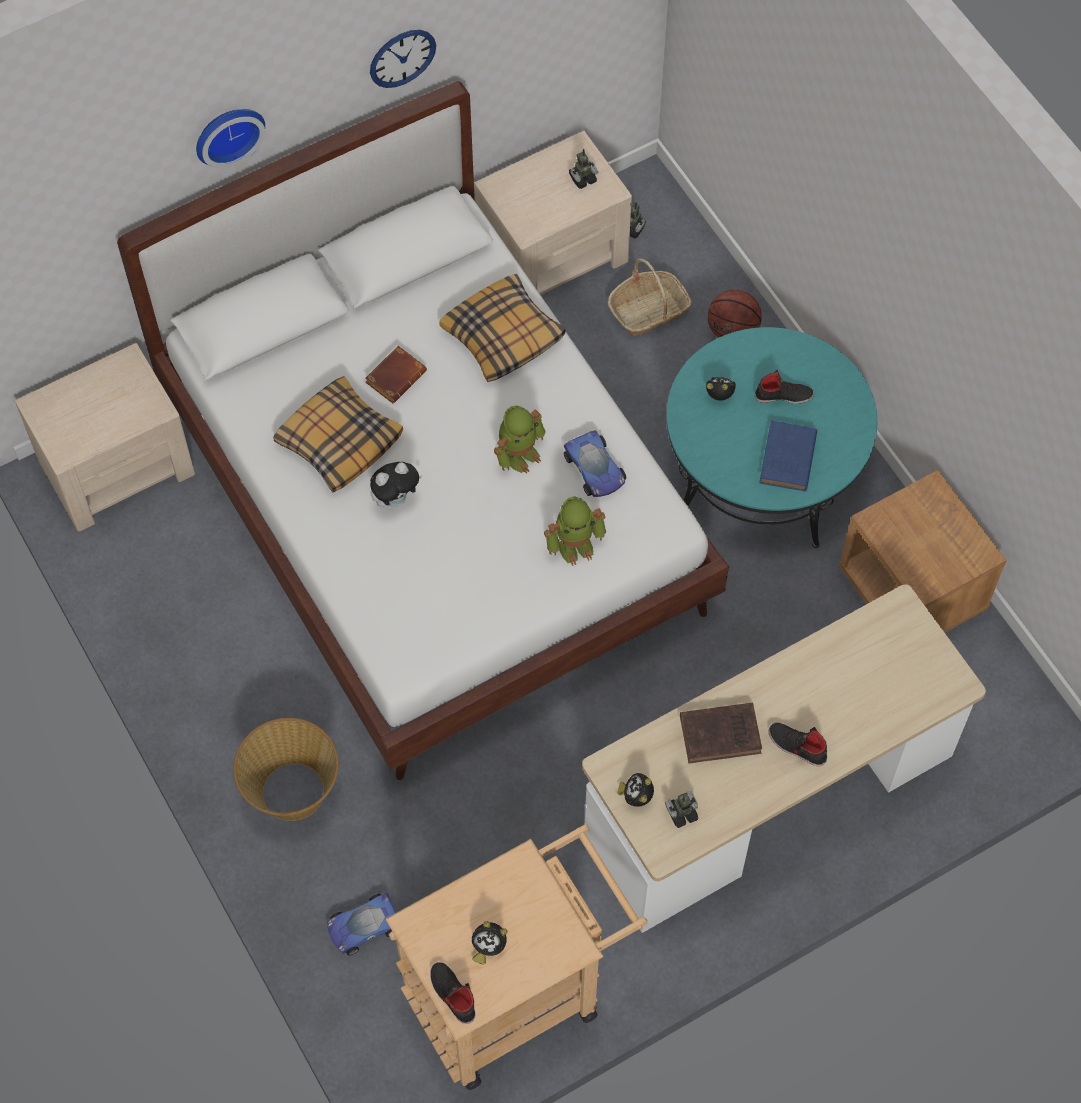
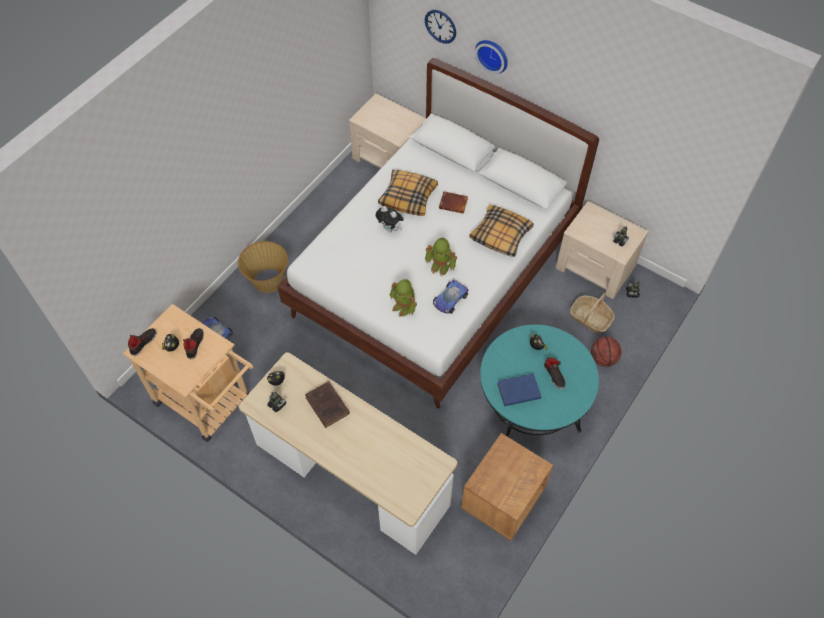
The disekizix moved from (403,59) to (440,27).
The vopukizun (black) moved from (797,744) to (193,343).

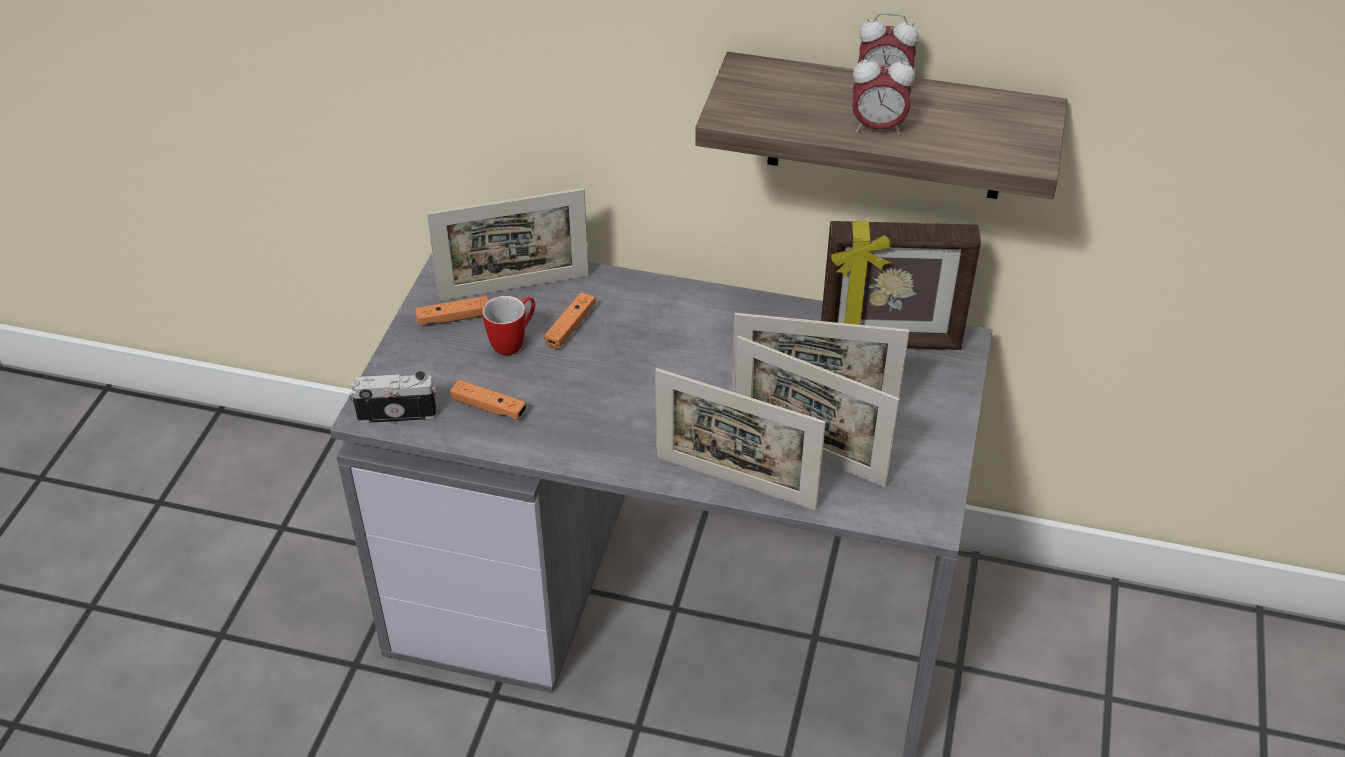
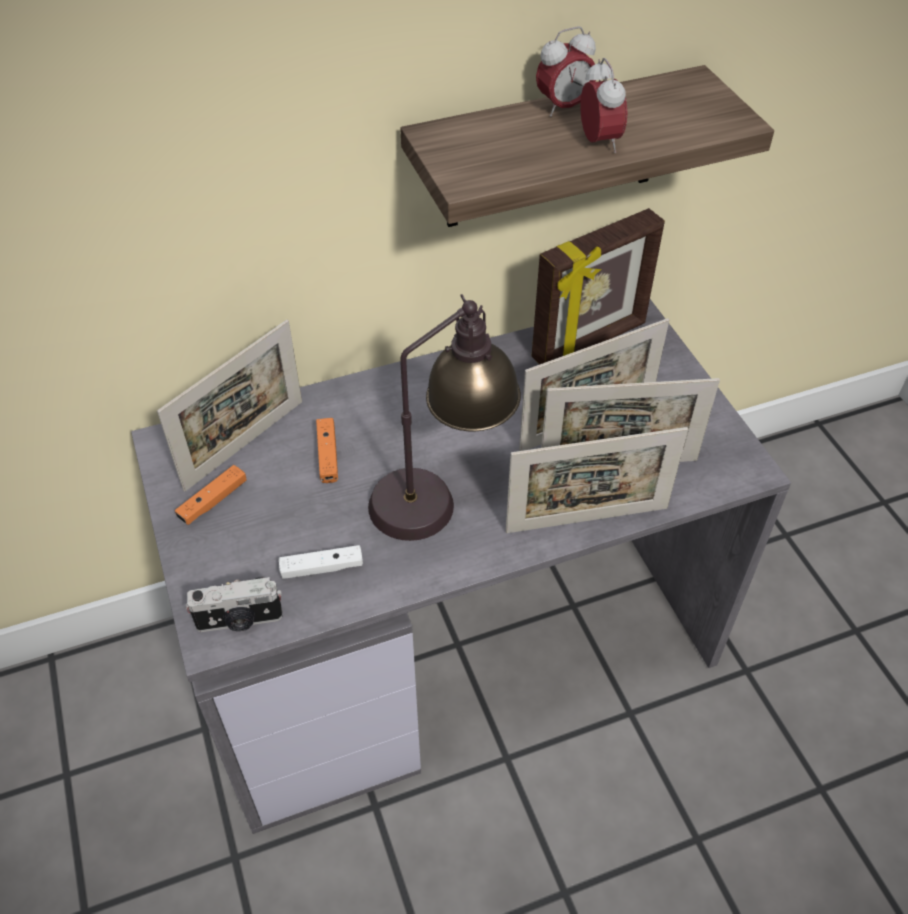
The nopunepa at (508,325) disappeared.
The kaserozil at (444,417) appeared.
The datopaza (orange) at (488,400) became the datopaza (white) at (321,562).
The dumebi at (392,397) turned 150 degrees counterclockwise.
The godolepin at (883,94) turned 75 degrees counterclockwise.

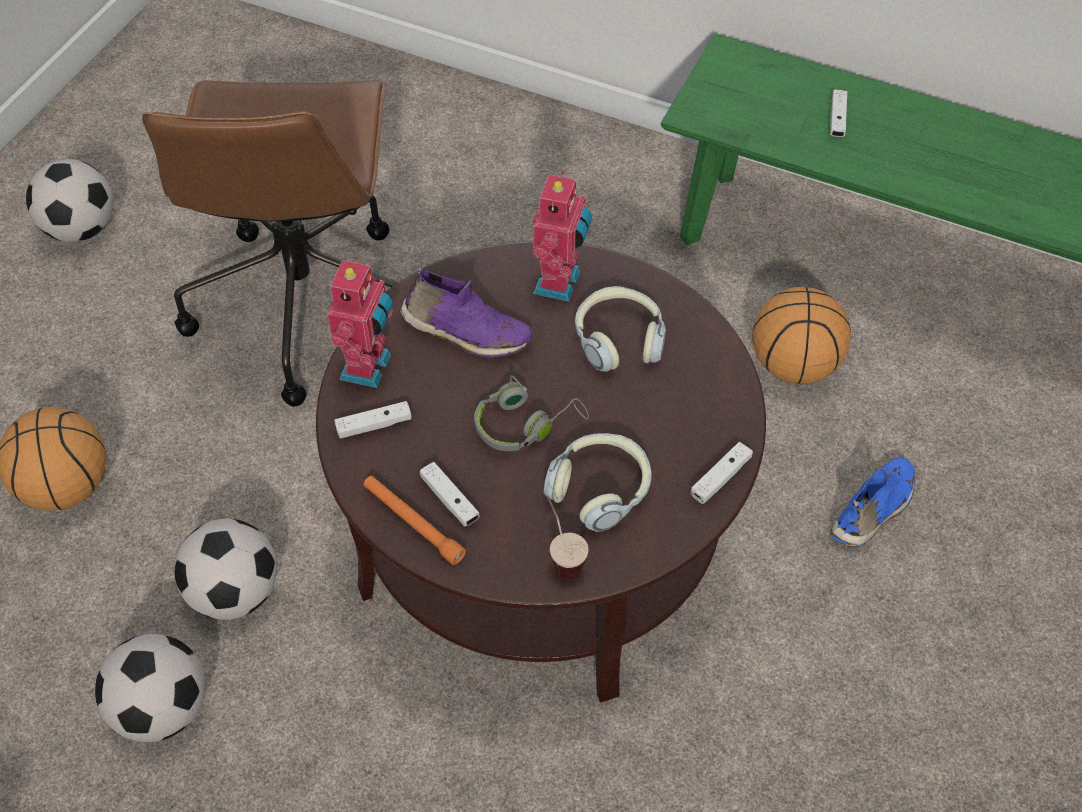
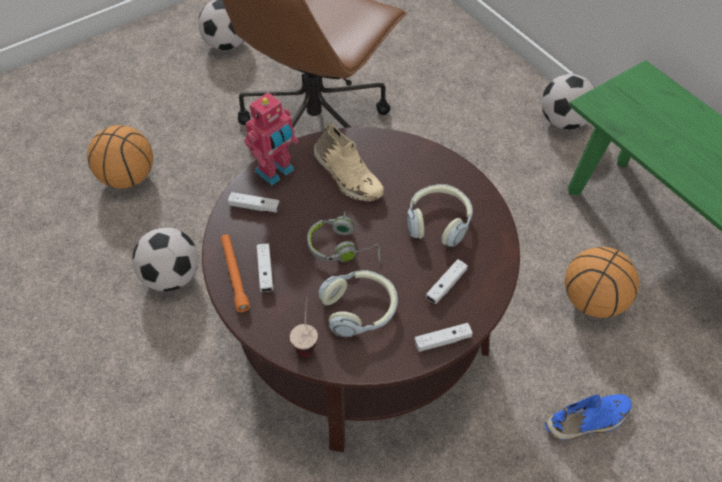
The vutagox at (562,236) disappeared.
The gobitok moved from (150,688) to (568,102).
The datopaza (white) moved from (838,113) to (447,281).
The vopukizun (purple) at (466,313) became the vopukizun (beige) at (348,161).

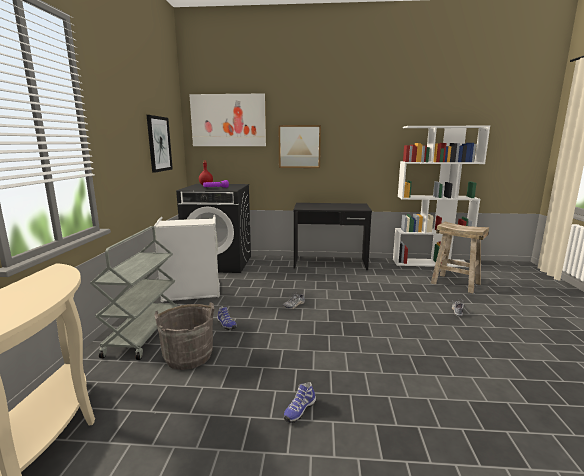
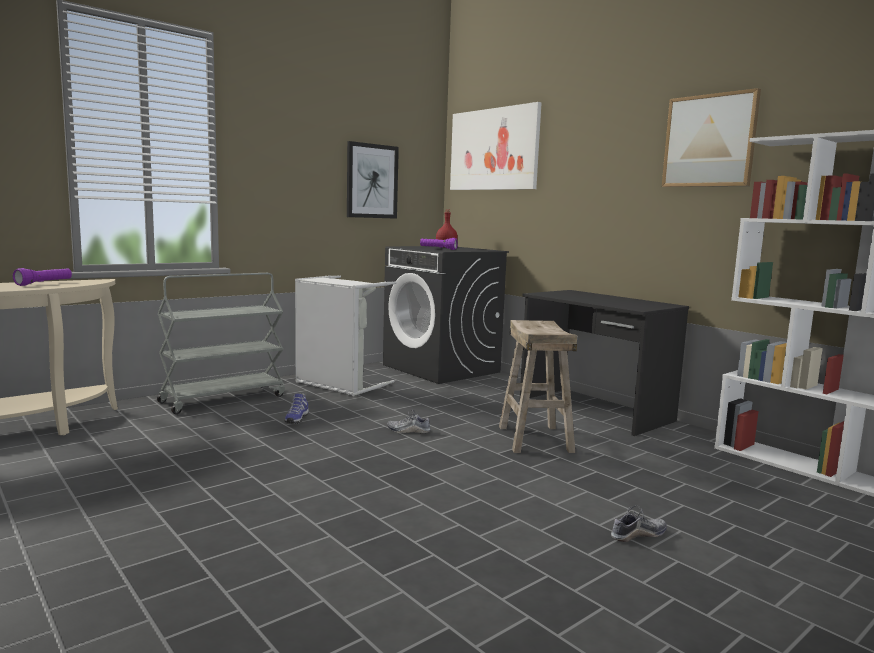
The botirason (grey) at (184,336) disappeared.
The vopukizun at (300,402) disappeared.
The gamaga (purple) at (42,277) appeared.
The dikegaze moved from (300,146) to (711,137).
The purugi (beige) moved from (460,257) to (538,386).

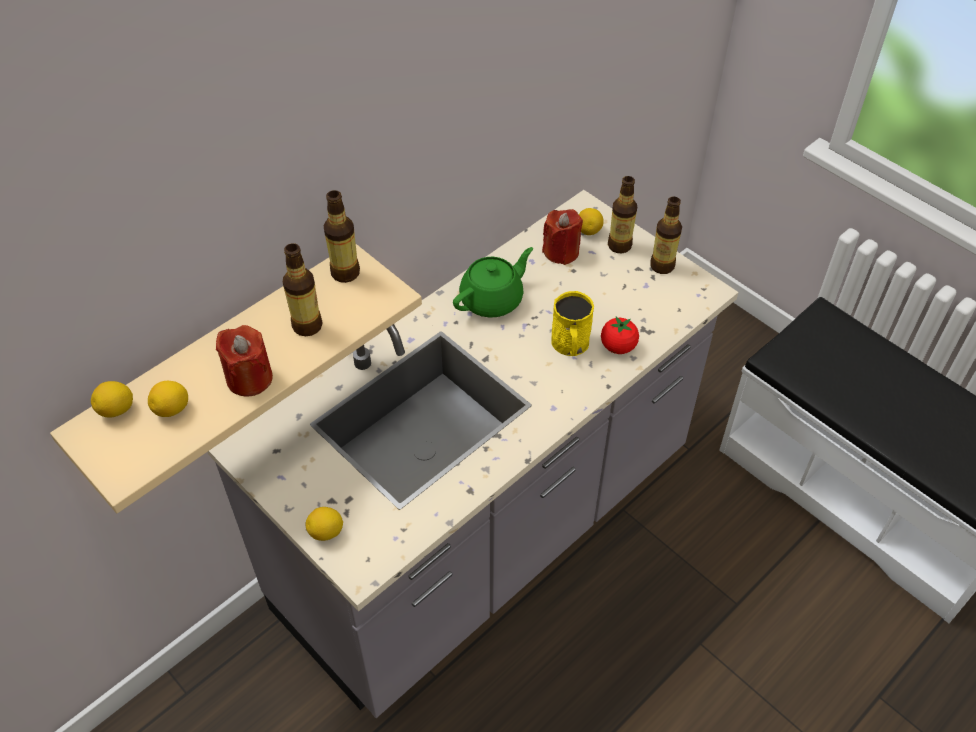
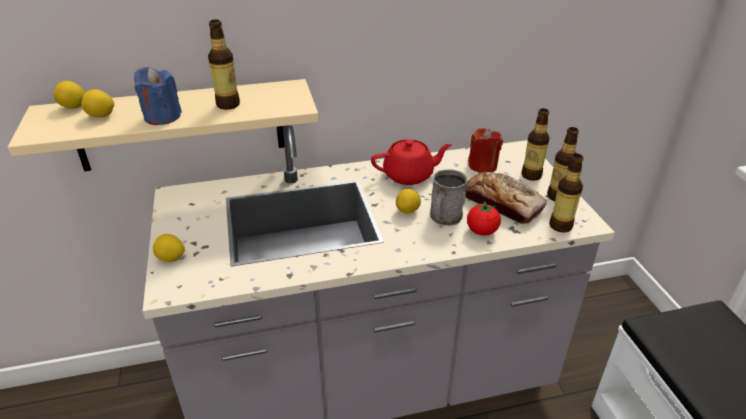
The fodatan at (506,198) appeared.
The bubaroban moved from (342,236) to (566,193).
The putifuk moved from (591,221) to (408,201).
The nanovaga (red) at (244,360) became the nanovaga (blue) at (158,96).
The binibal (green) at (493,282) became the binibal (red) at (411,162).
The nopunepa (yellow) at (572,323) became the nopunepa (grey) at (449,197).

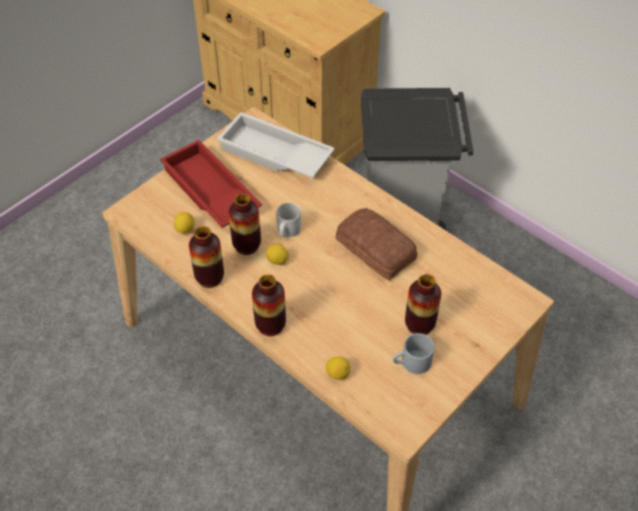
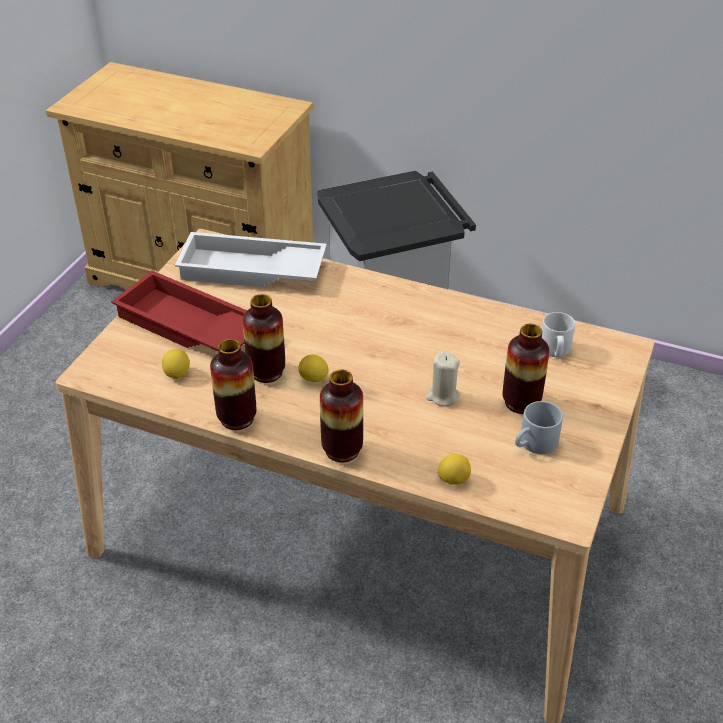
The fodatan at (376,244) disappeared.
The nanovaga (beige) at (443,379) appeared.
The nopunepa (grey) moved from (288,220) to (558,334).

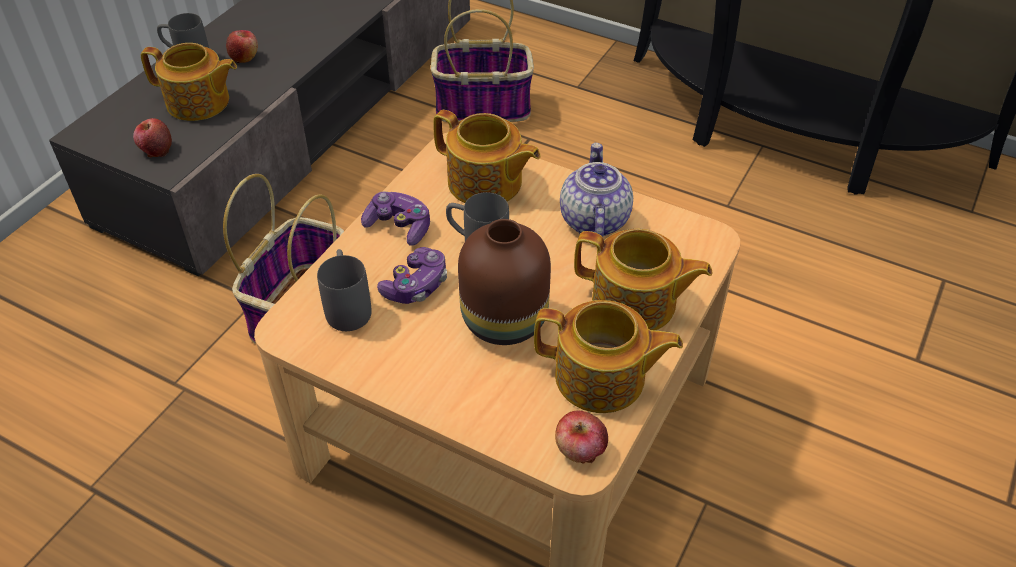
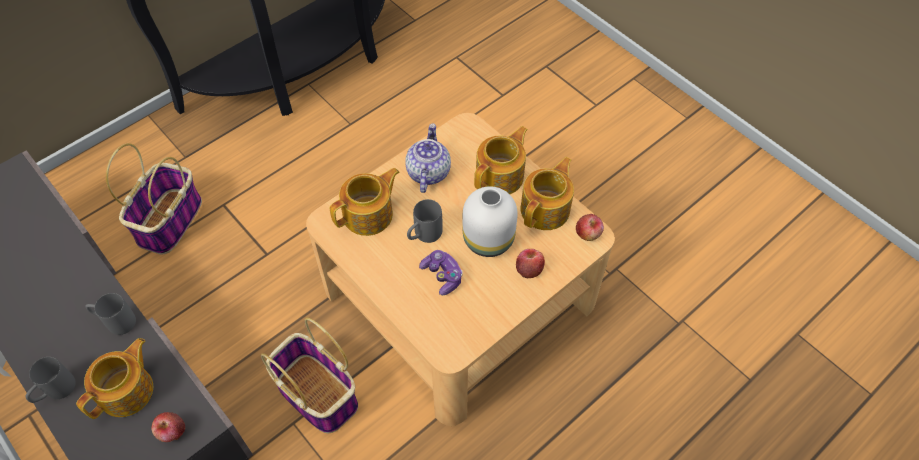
The datopaza at (395,218) disappeared.
The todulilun moved from (242,46) to (530,263).
The nopunepa (grey) moved from (344,290) to (111,314).
The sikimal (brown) at (504,282) became the sikimal (white) at (490,221).
The binibal at (596,190) turned 75 degrees clockwise.

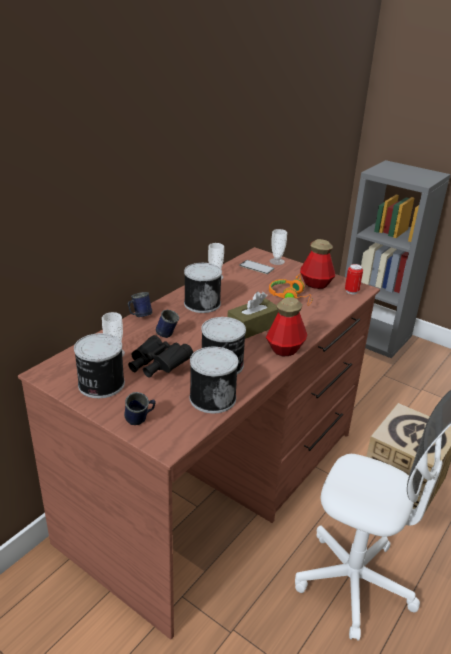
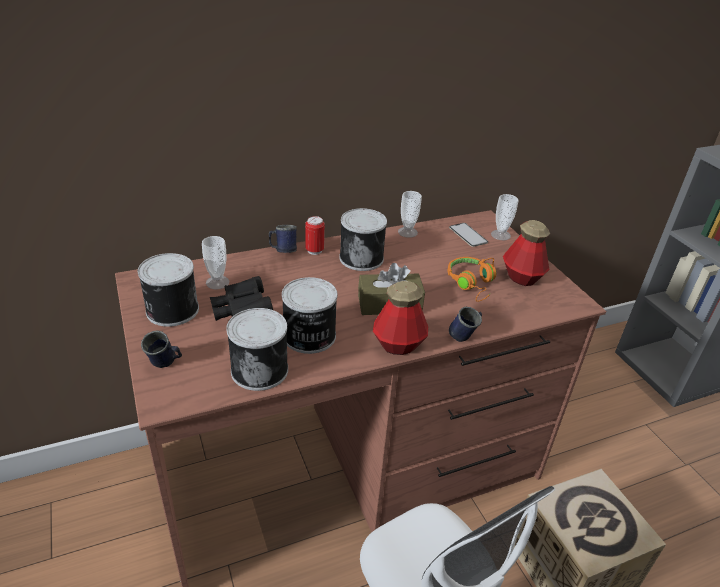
The nopunepa (blue) moved from (167,324) to (465,324).
The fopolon moved from (354,279) to (315,235).

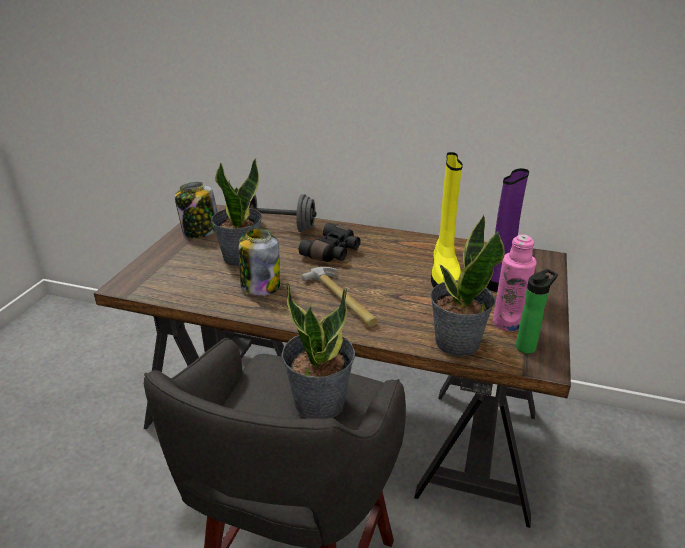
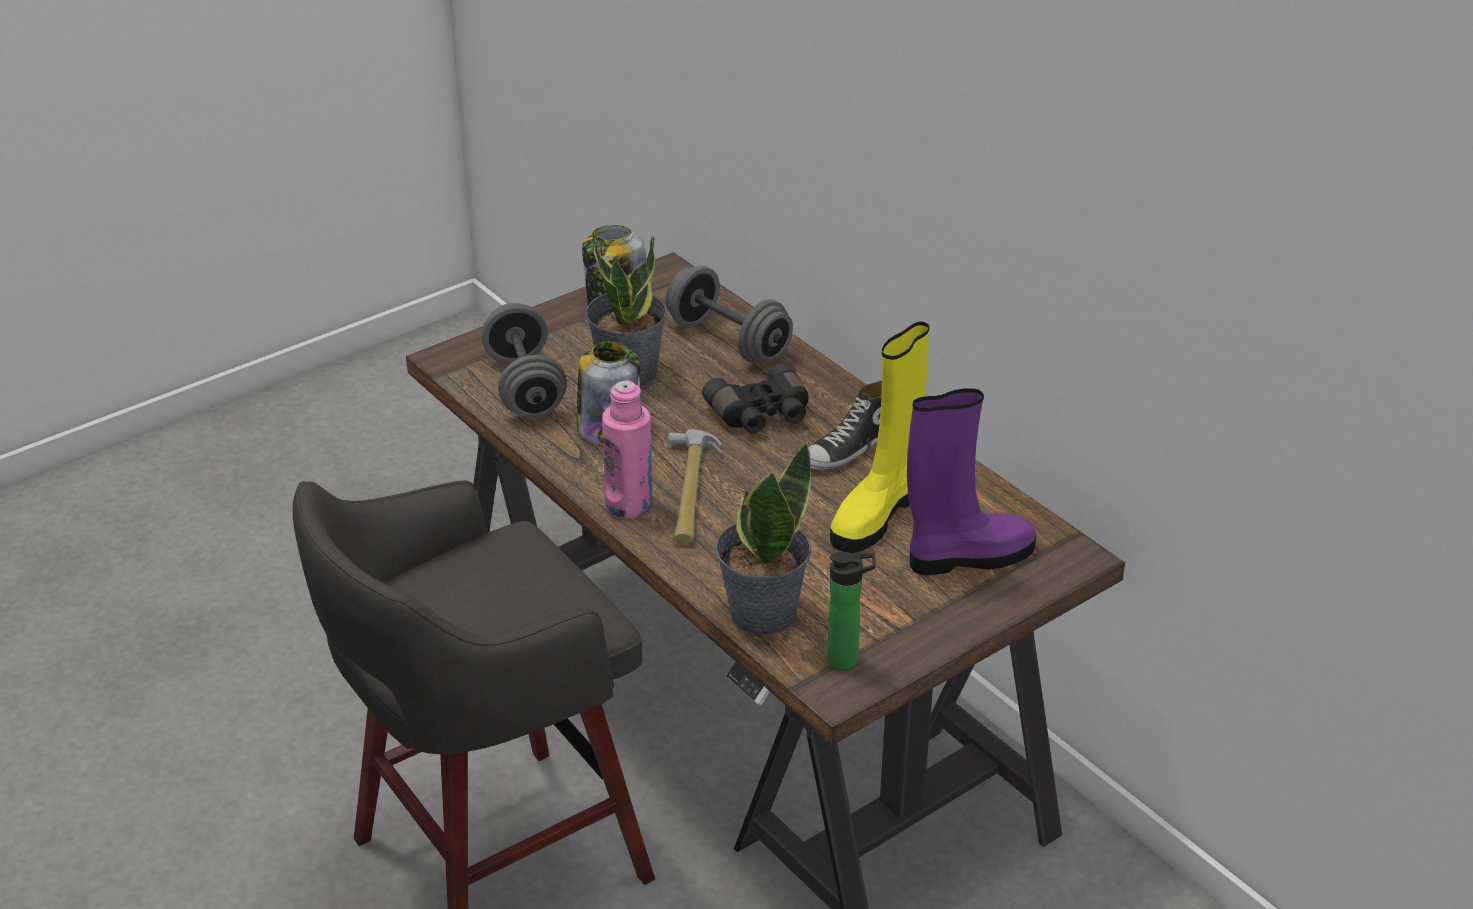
The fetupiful at (318,350) disappeared.
The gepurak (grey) at (524,360) appeared.
The vopukizun at (845,425) appeared.
The bubaroban (pink) moved from (515,283) to (627,449).

